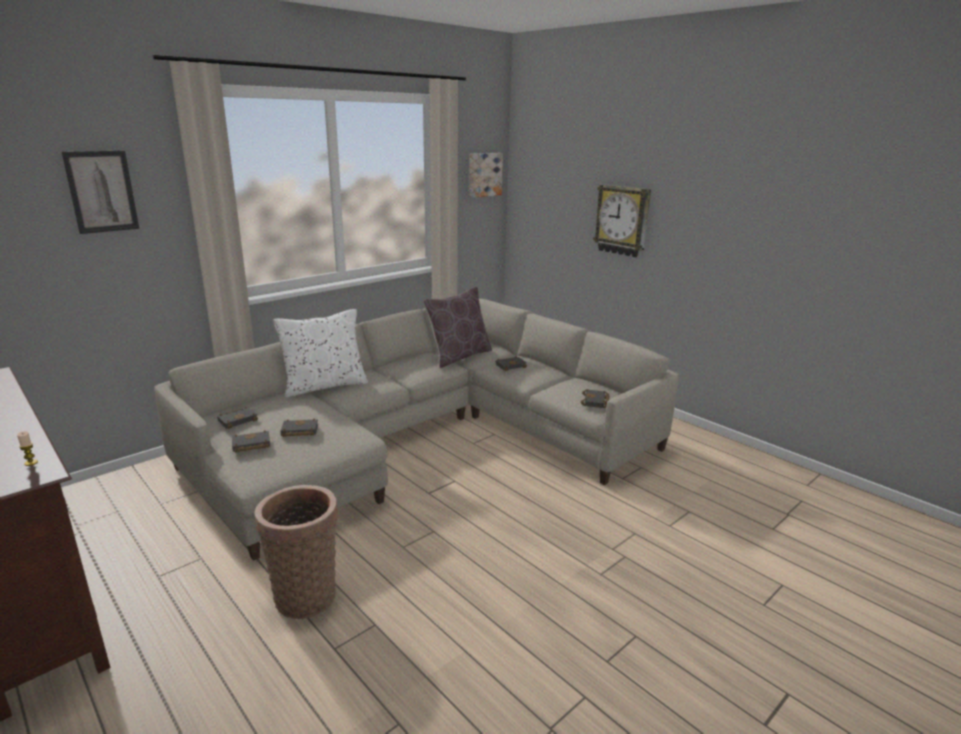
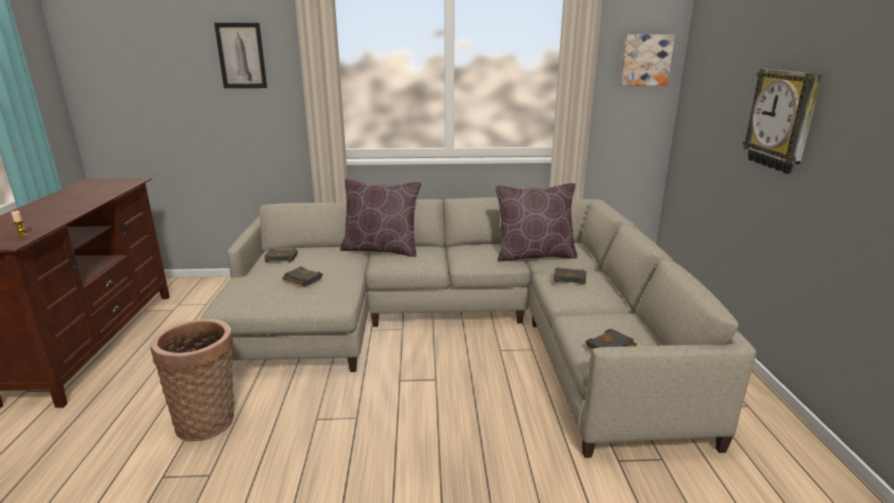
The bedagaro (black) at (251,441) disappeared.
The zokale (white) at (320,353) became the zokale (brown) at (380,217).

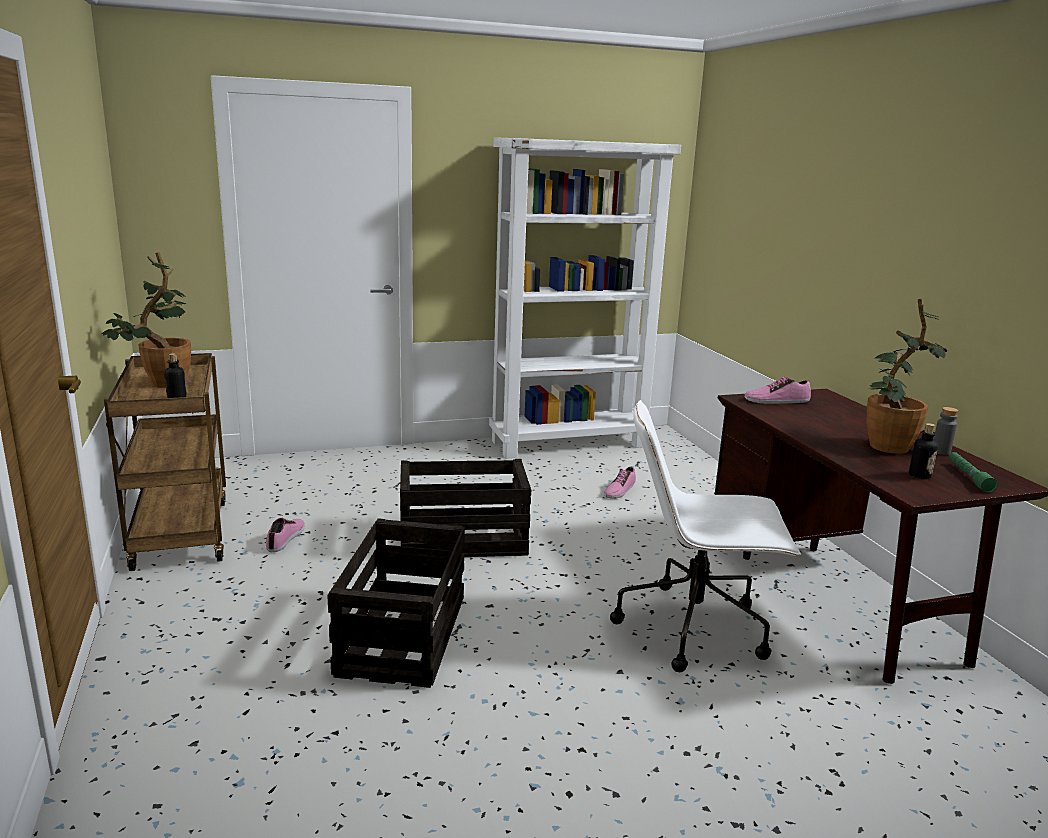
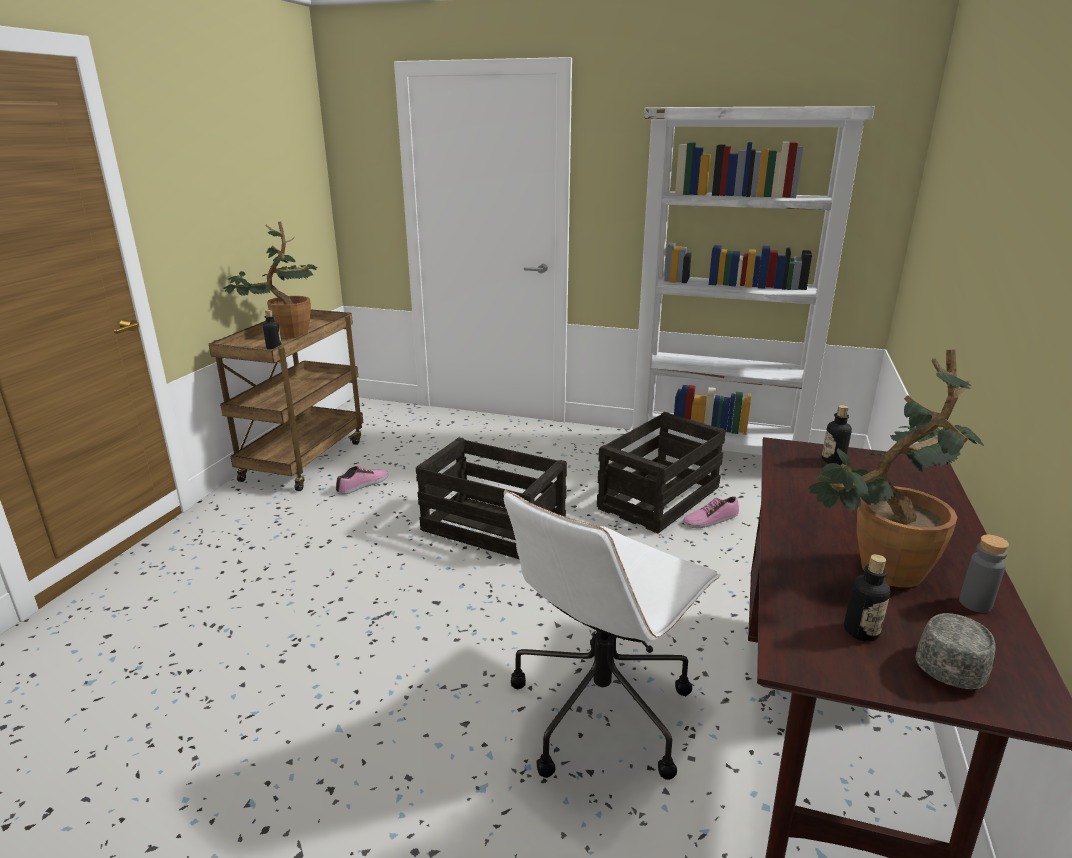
The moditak moved from (396,603) to (661,473).
The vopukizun at (777,390) was replaced by the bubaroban at (837,435).
The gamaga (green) at (973,472) was replaced by the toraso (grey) at (956,651).
The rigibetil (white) at (705,536) turned 90 degrees counterclockwise.

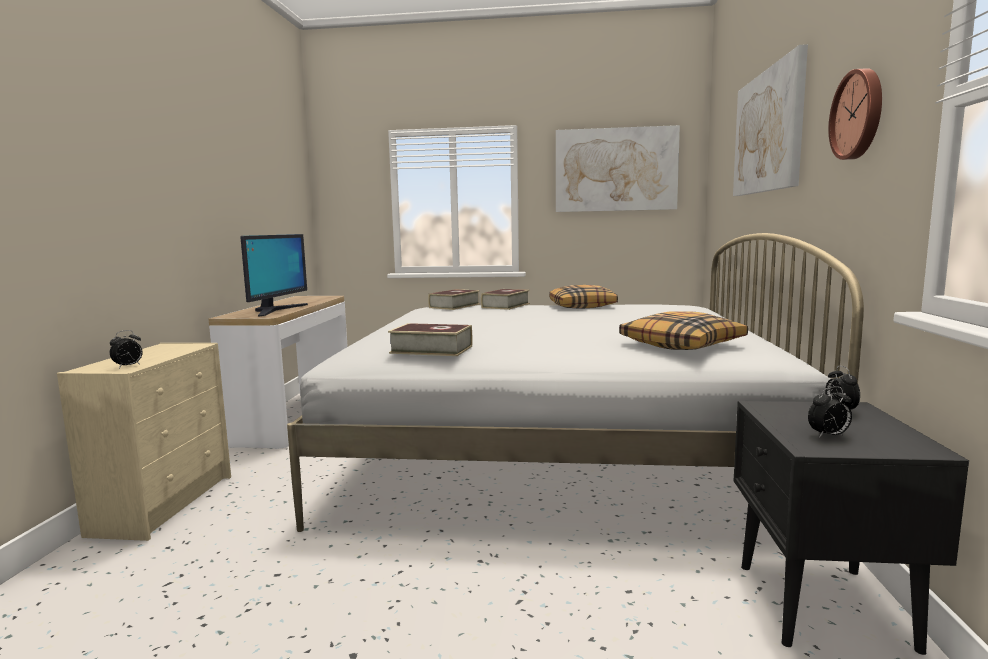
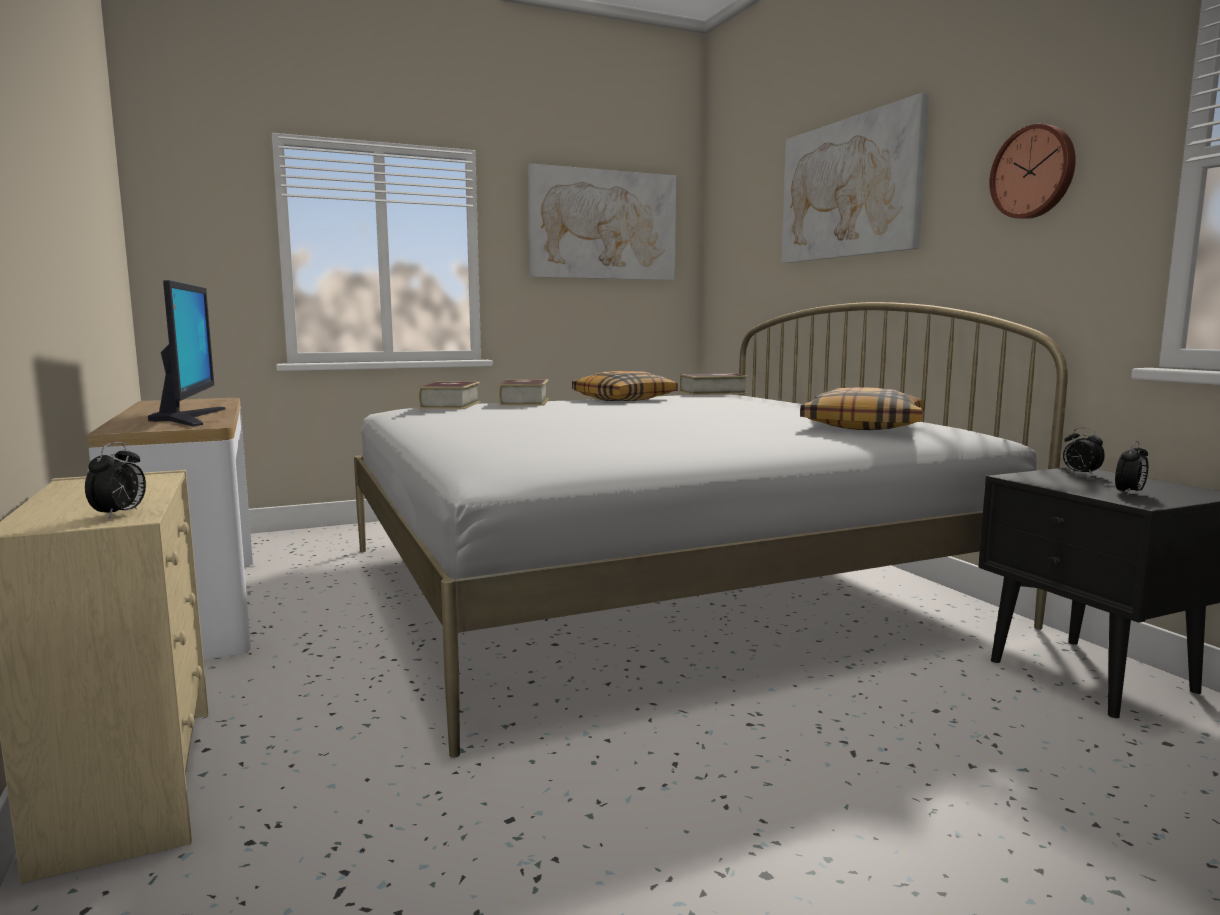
The bedagaro moved from (430,339) to (713,384).

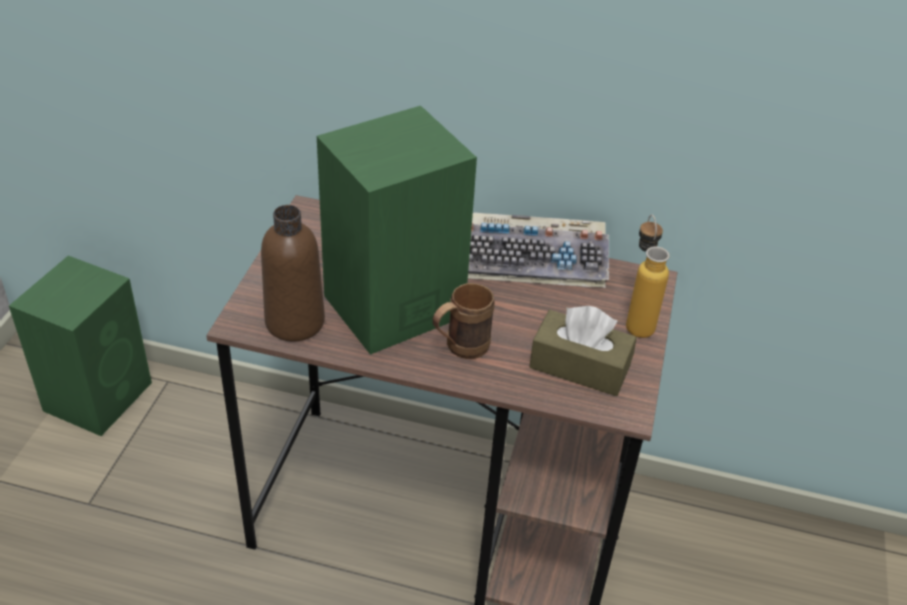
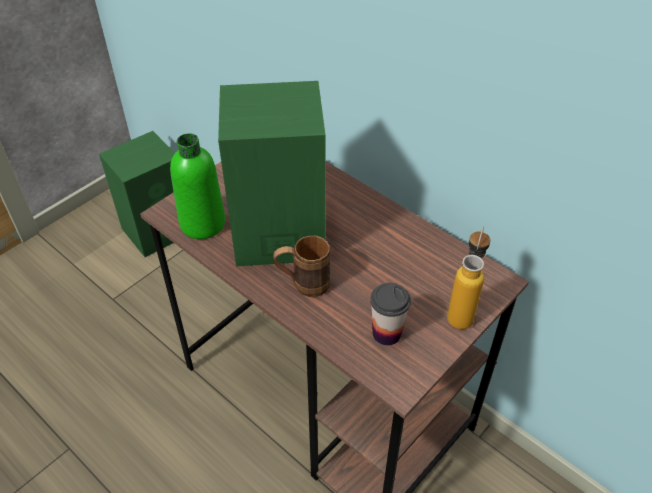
The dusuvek at (538,250) disappeared.
The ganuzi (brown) at (583,351) was replaced by the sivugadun at (390,314).
The bubaroban (brown) at (293,273) became the bubaroban (green) at (198,186).

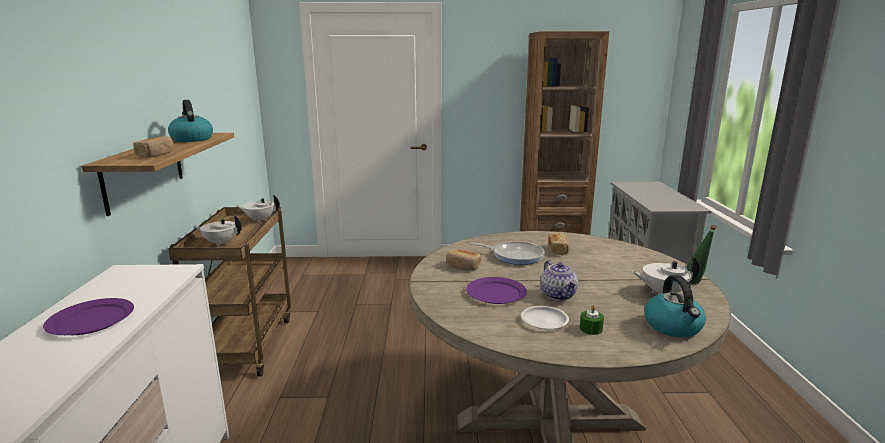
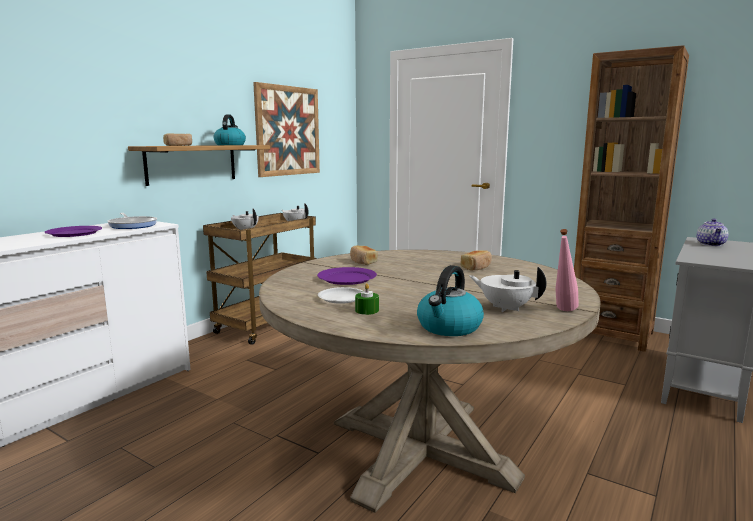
The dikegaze at (286,129) appeared.
The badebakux moved from (507,253) to (132,221).
The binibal moved from (559,280) to (712,232).
The bubaroban (green) at (701,254) became the bubaroban (pink) at (567,270).

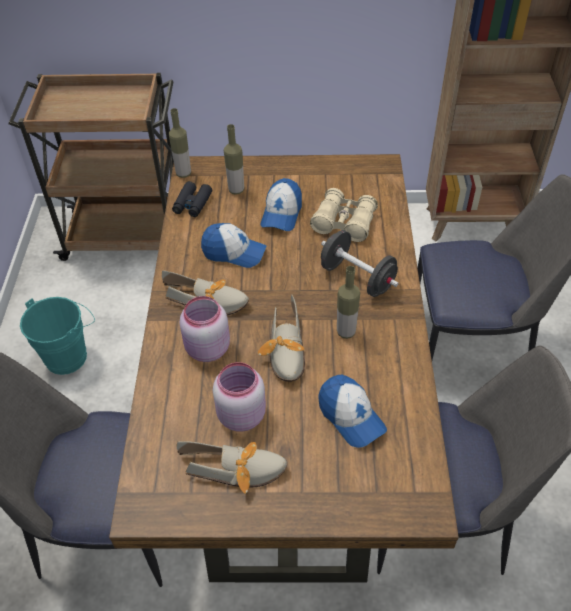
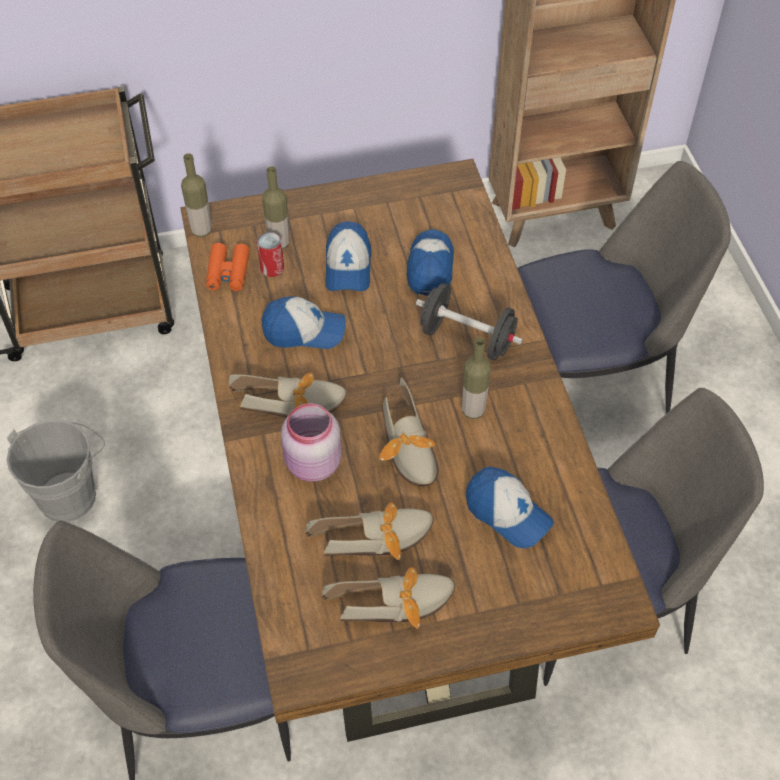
The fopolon at (270,254) appeared.
The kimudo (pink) at (239,397) was replaced by the vopukizun at (370,531).
The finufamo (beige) at (344,215) was replaced by the toraso at (430,262).
The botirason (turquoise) at (57,336) became the botirason (grey) at (56,470).
The finufamo (black) at (192,199) became the finufamo (orange) at (228,267).

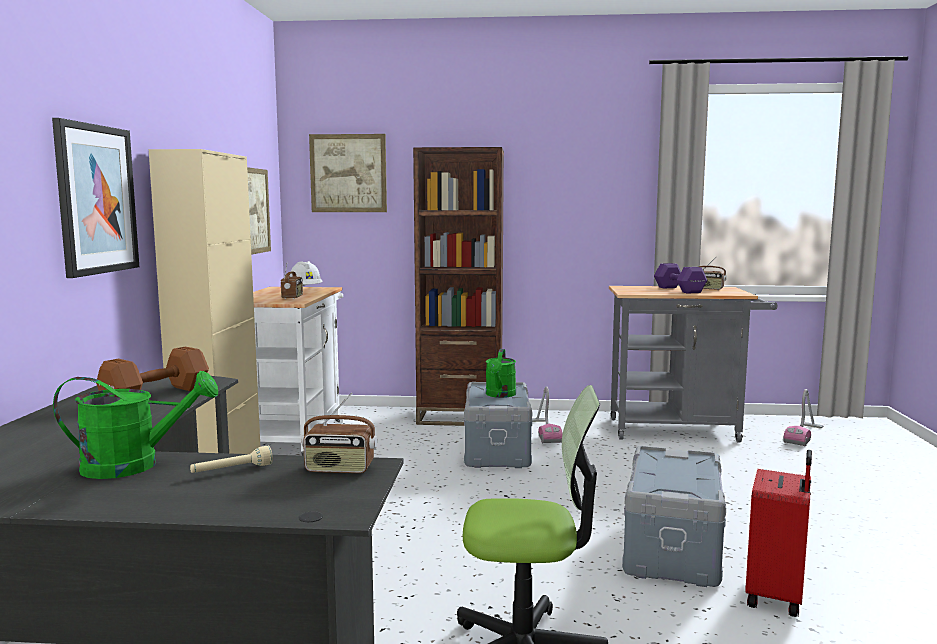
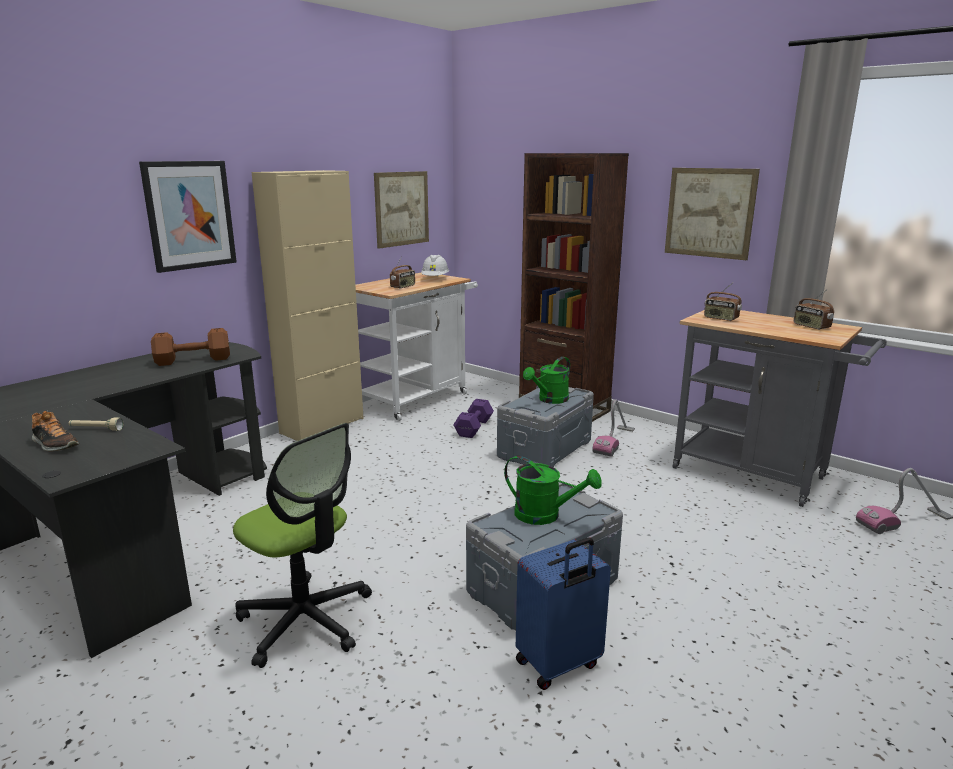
The vopukizun at (55,431) appeared.
The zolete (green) moved from (135,425) to (553,490).
The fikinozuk moved from (339,432) to (723,302).
The dikegaze moved from (348,173) to (712,214).
The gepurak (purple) moved from (680,278) to (473,418).
The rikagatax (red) at (778,533) became the rikagatax (blue) at (563,613).

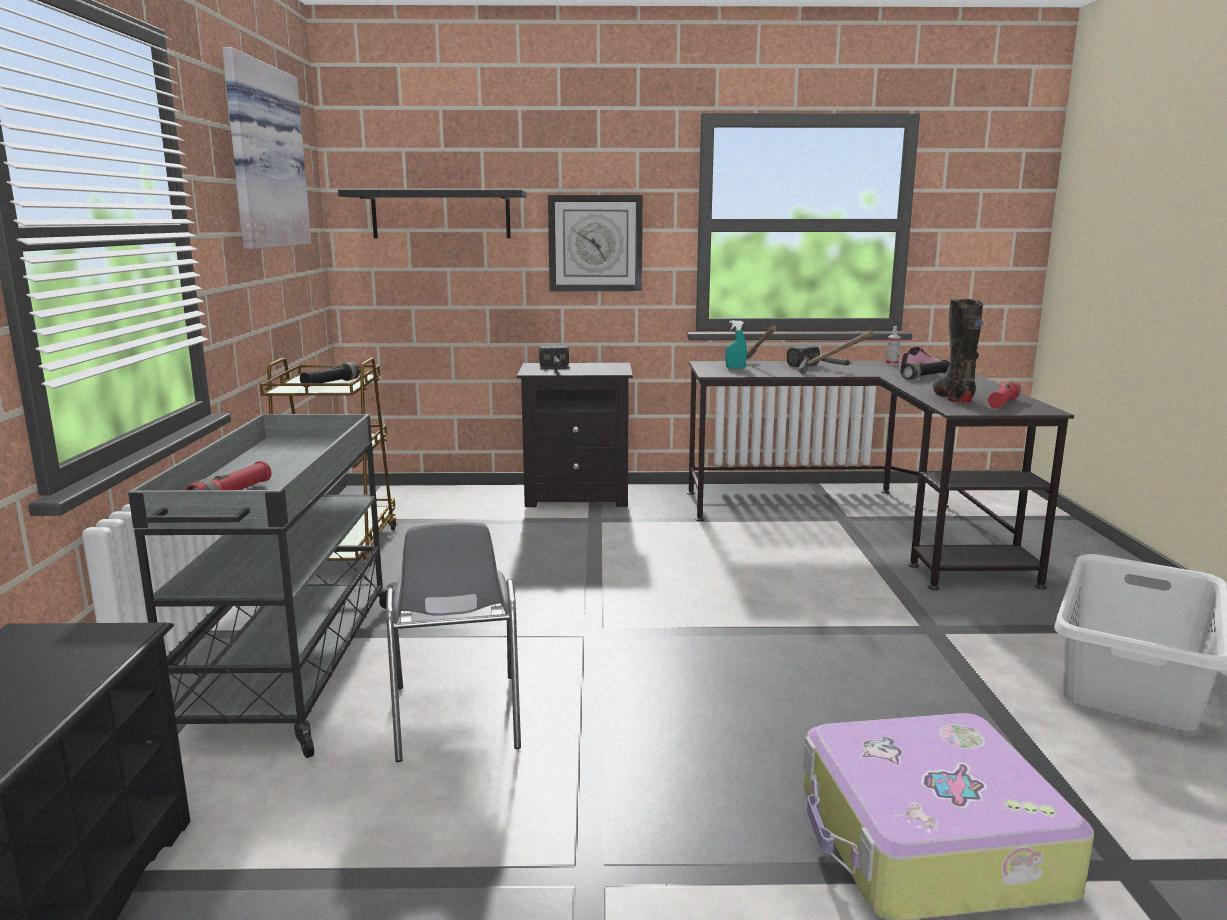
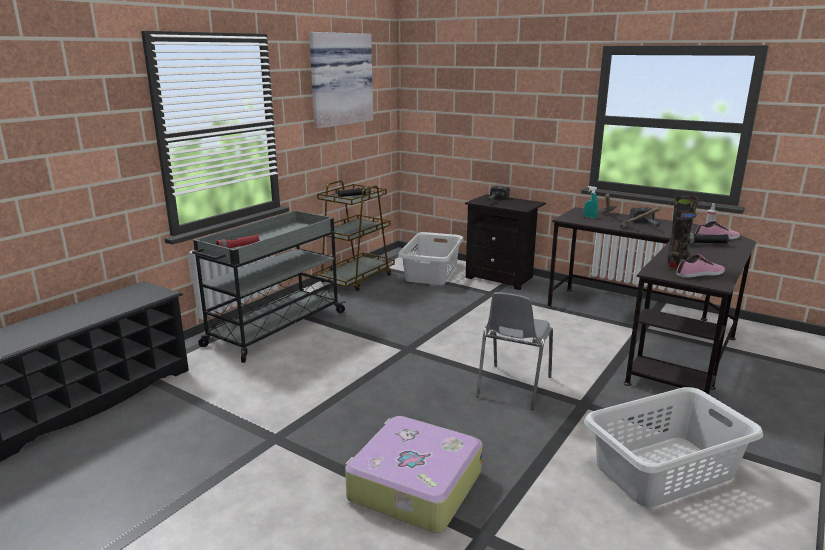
The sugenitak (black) at (432,214) disappeared.
The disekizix at (595,243) disappeared.
The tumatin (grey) at (431,258) appeared.
The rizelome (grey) moved from (453,642) to (514,351).
The gamaga (red) at (1004,394) was replaced by the vopukizun at (700,266).

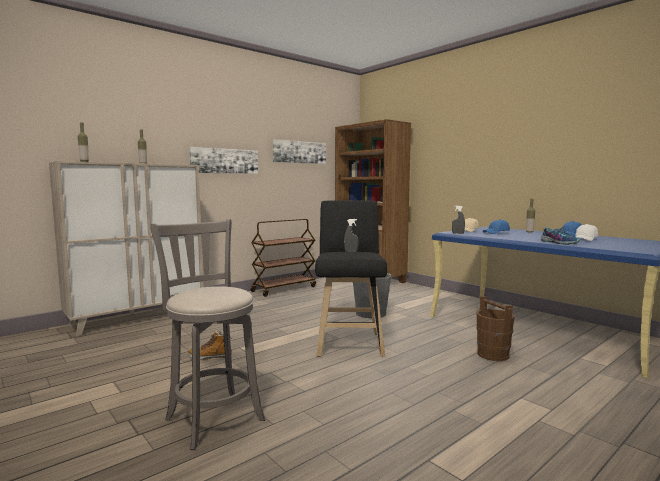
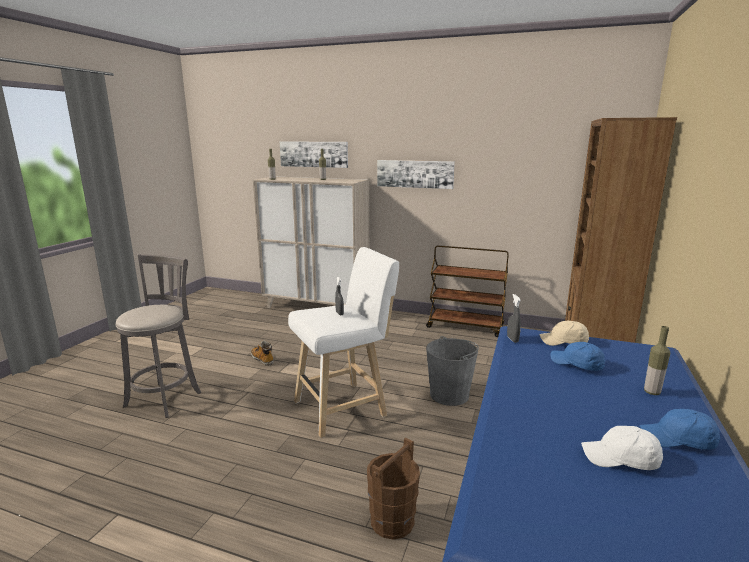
The vopukizun at (560,236) disappeared.
The dikegaze moved from (299,151) to (314,154).
The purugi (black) at (351,278) became the purugi (white) at (343,342).

